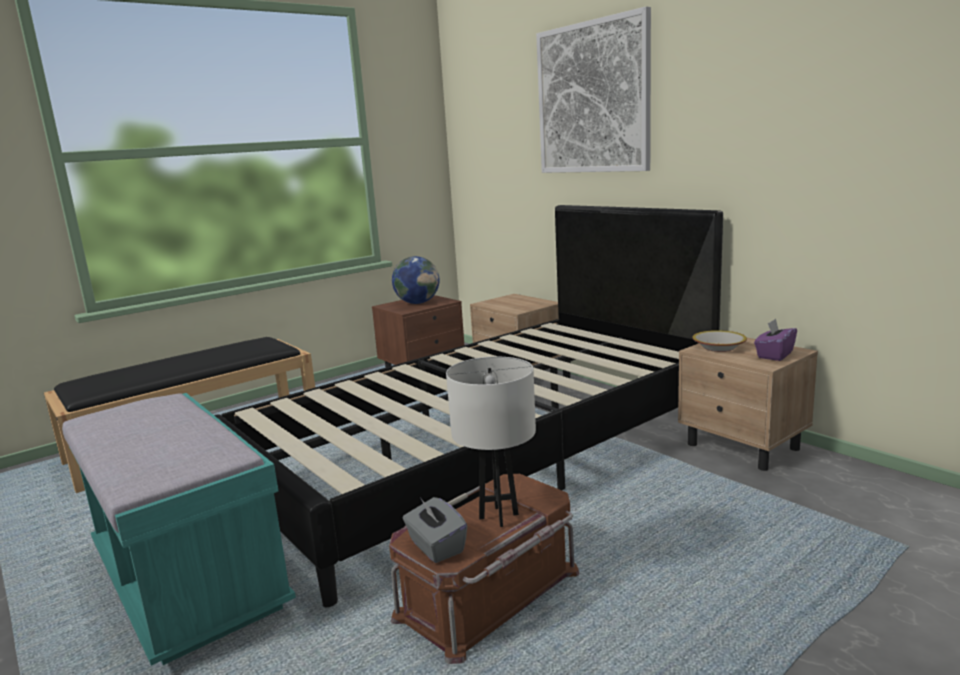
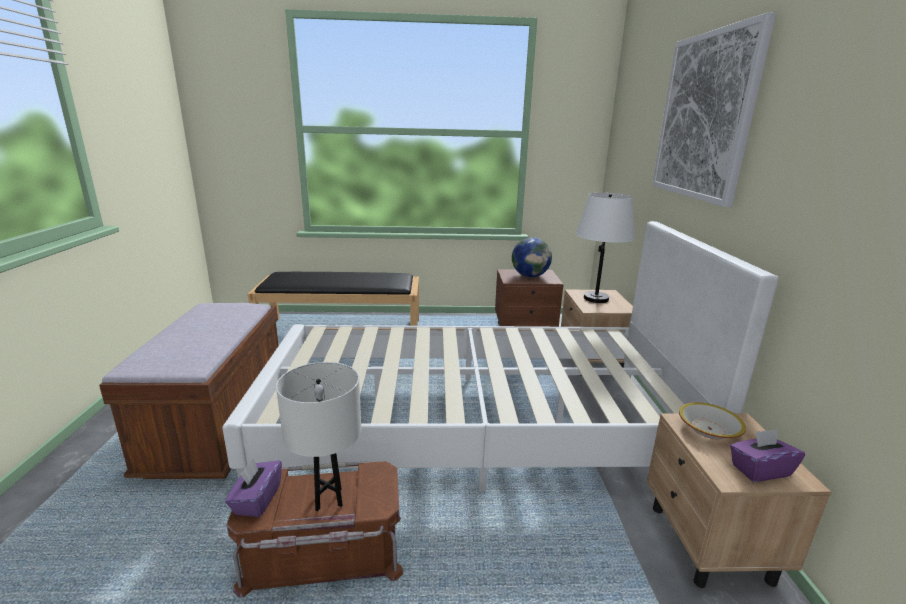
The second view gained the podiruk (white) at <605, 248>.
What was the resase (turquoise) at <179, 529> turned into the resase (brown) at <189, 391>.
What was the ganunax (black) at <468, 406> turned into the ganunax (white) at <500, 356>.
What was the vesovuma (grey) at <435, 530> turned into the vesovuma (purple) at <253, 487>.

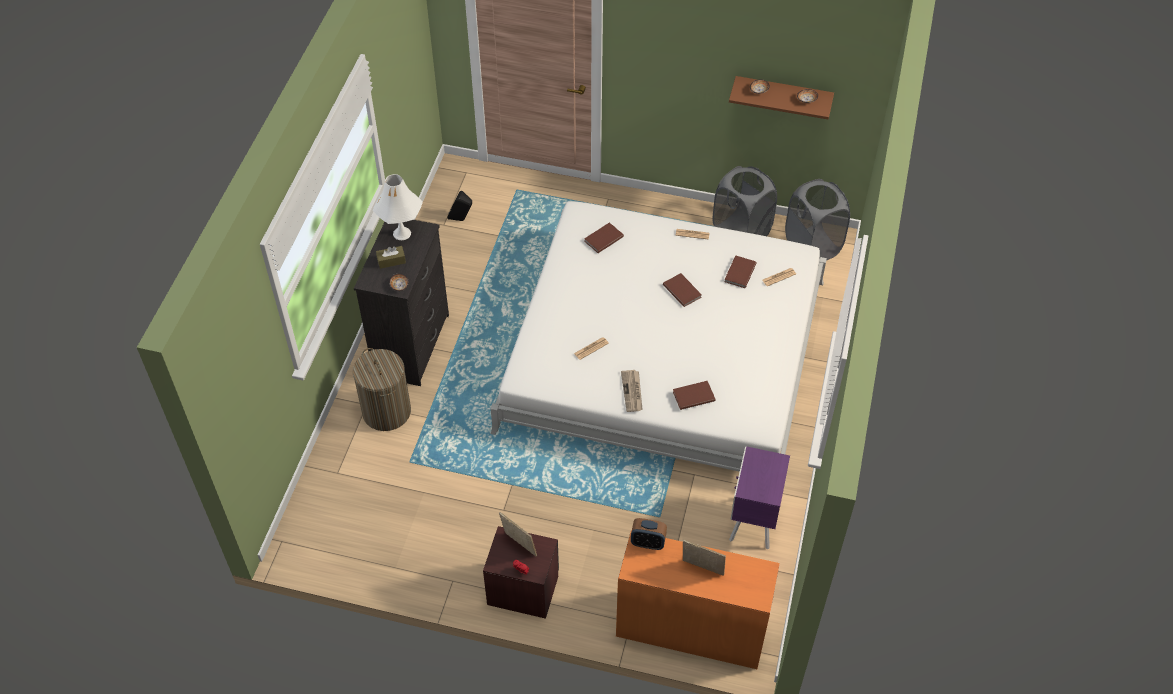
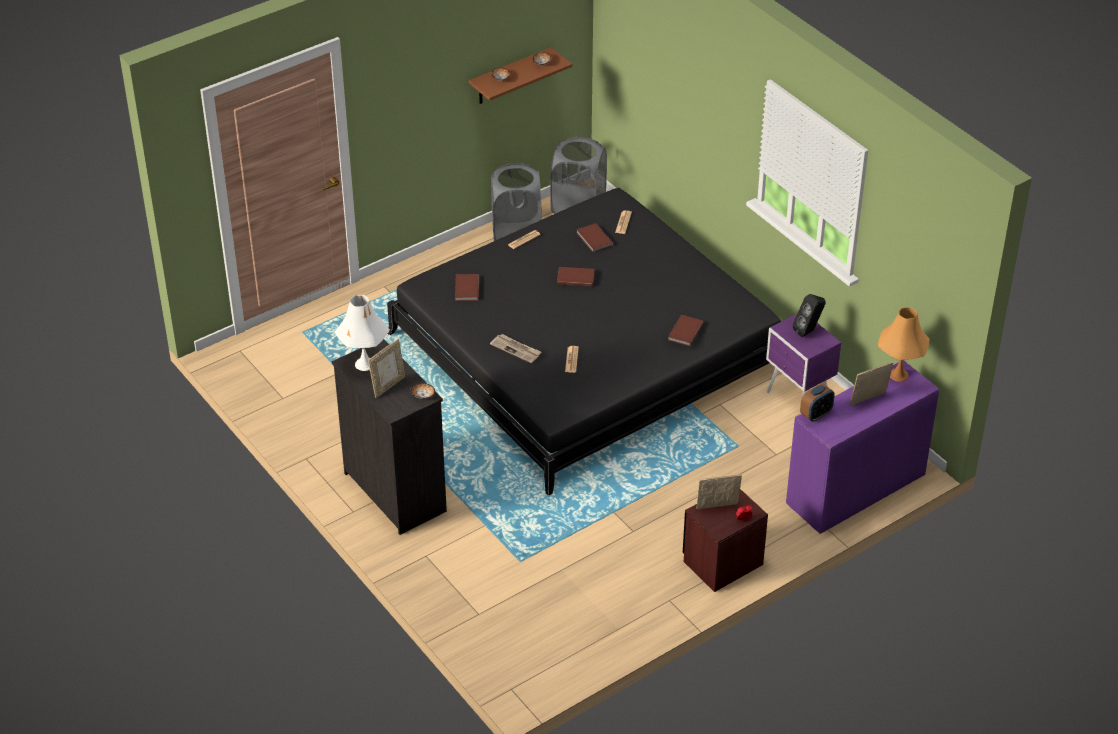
The second view lost the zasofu at <382, 389>.
The second view gained the podiruk (orange) at <904, 344>.
The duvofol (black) ended up elsewhere, having gone from <459, 206> to <809, 315>.
The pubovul ended up elsewhere, having gone from <632, 391> to <515, 348>.
Where the vesovuma (brown) stood at <391, 257>, the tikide came to stand at <386, 368>.
What was the ganunax (white) at <658, 336> turned into the ganunax (black) at <584, 342>.
What was the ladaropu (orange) at <698, 599> turned into the ladaropu (purple) at <862, 447>.

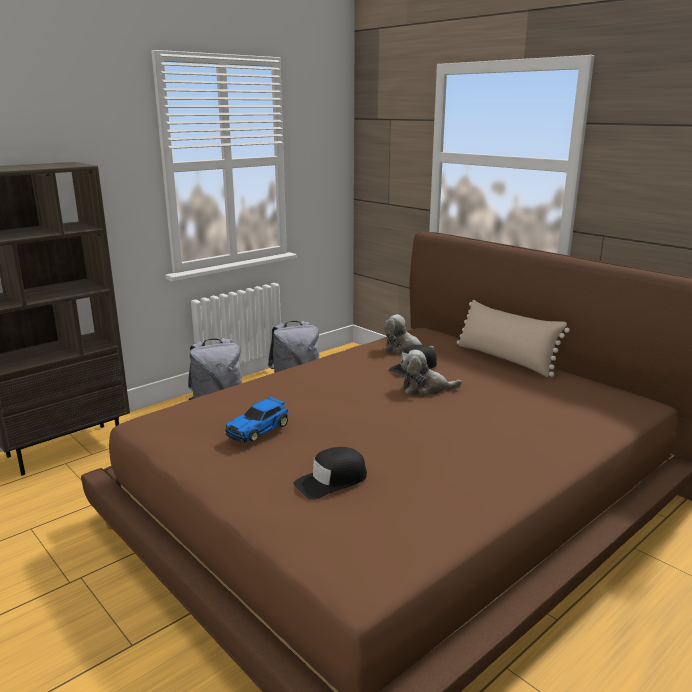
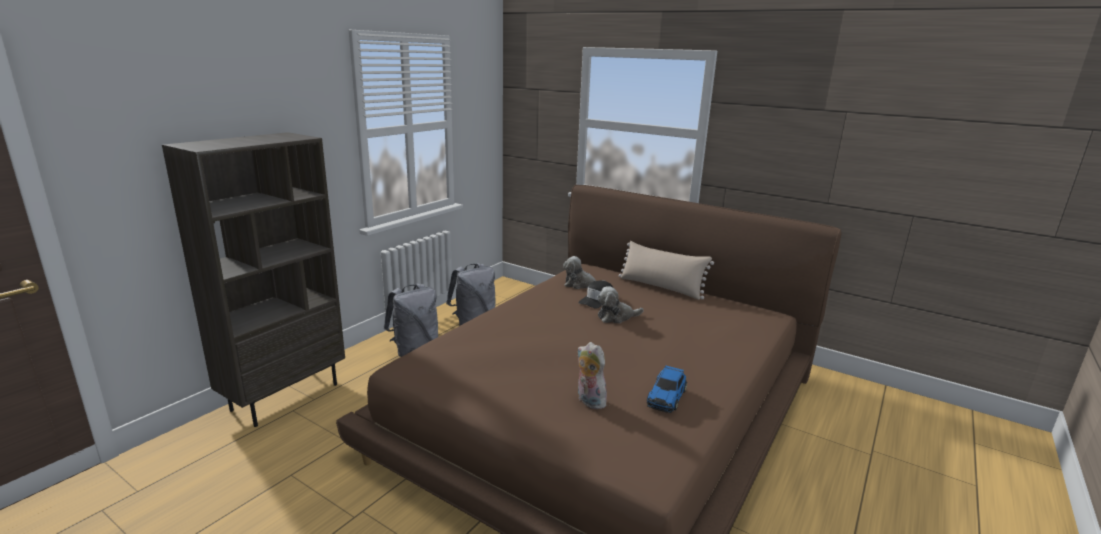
The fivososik ended up elsewhere, having gone from <257, 419> to <667, 389>.
Where the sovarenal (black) stood at <330, 473>, the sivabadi came to stand at <592, 375>.

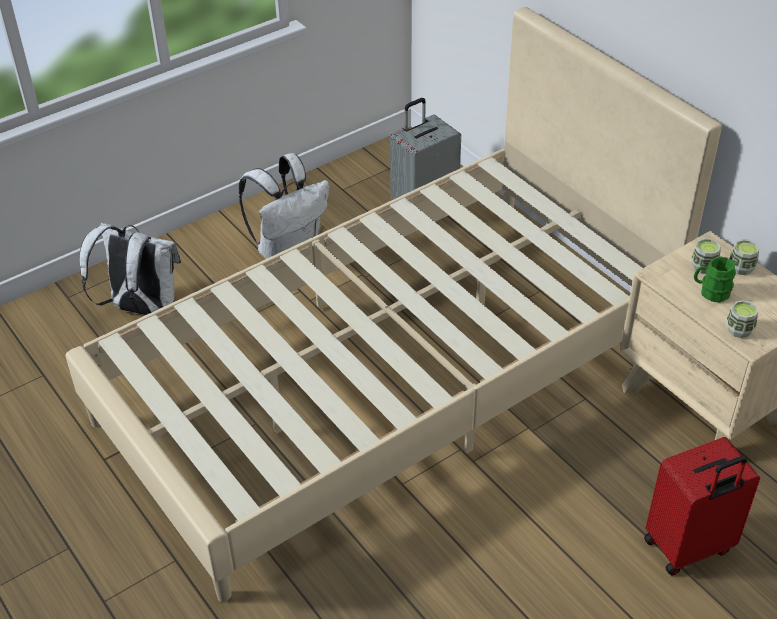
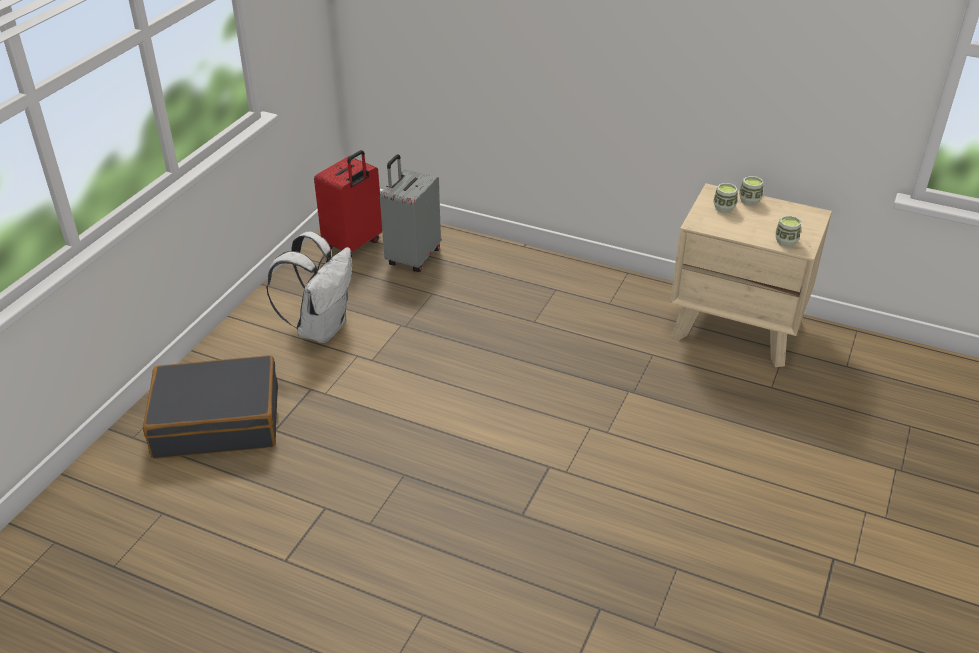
The second view lost the ganunax (beige) at <393, 304>.
The second view lost the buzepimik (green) at <715, 279>.
The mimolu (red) ended up elsewhere, having gone from <702, 506> to <348, 204>.
Where the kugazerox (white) stood at <130, 269>, the mimolu (black) came to stand at <210, 407>.

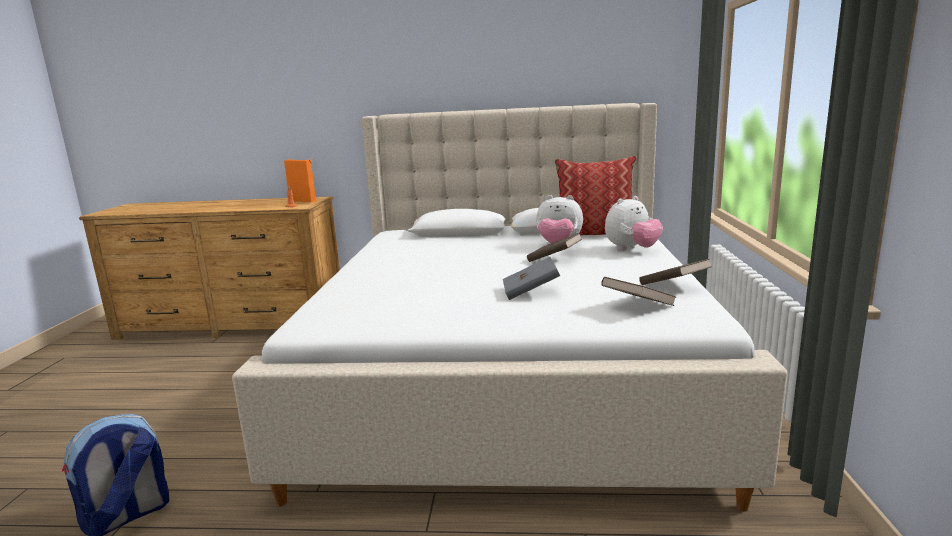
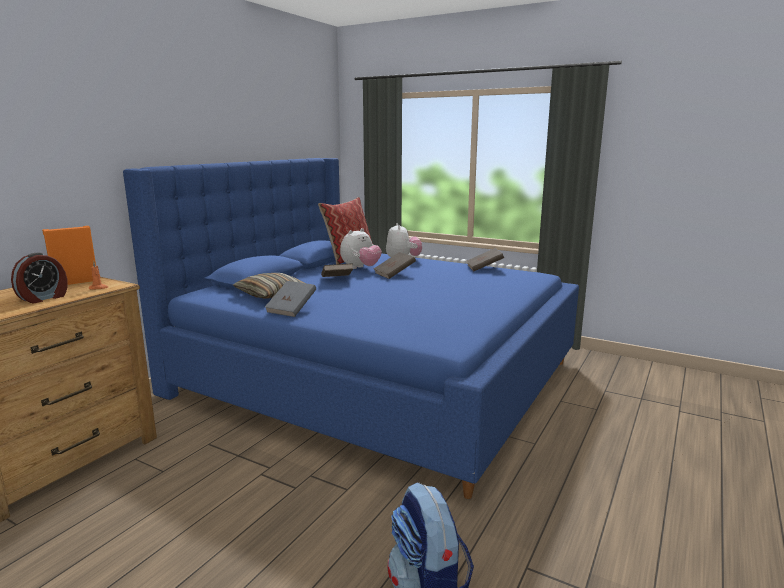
The second view gained the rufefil at <39, 278>.
The second view gained the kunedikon at <270, 285>.
The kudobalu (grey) ended up elsewhere, having gone from <531, 278> to <290, 299>.
The kudobalu (brown) ended up elsewhere, having gone from <638, 291> to <337, 270>.
What was the ganunax (beige) at <510, 307> turned into the ganunax (blue) at <351, 328>.

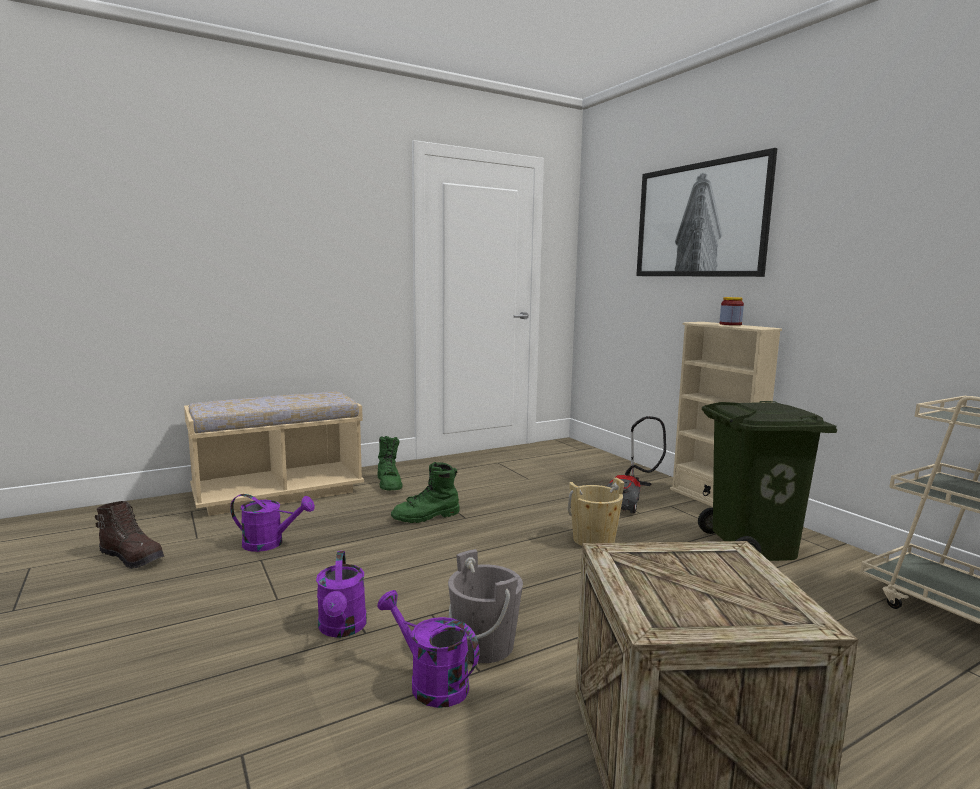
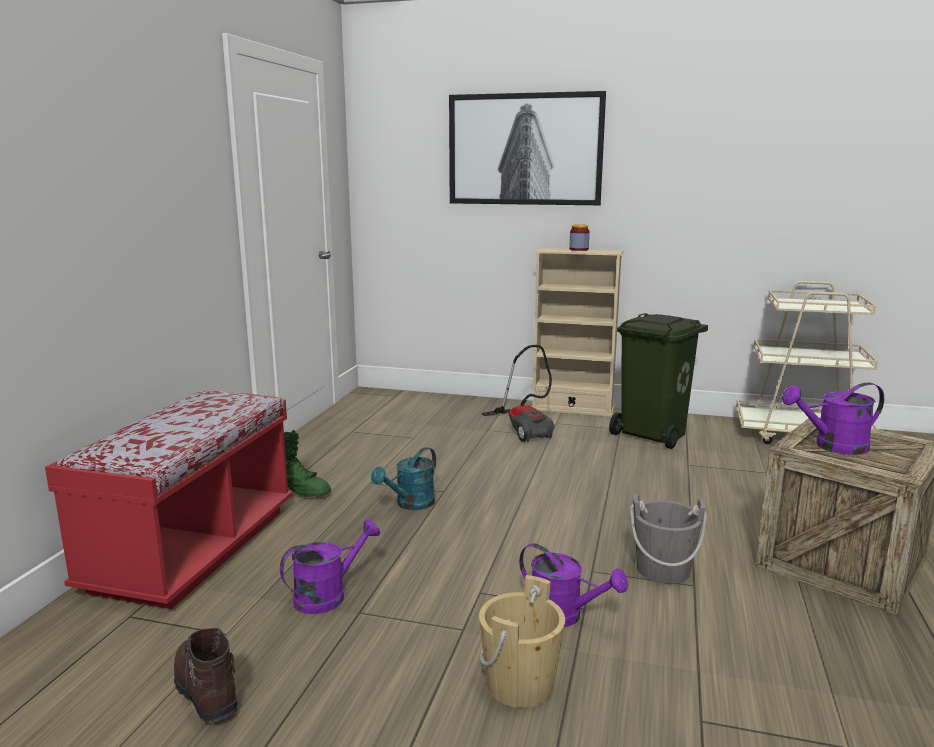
The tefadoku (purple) ended up elsewhere, having gone from <428, 649> to <833, 418>.
The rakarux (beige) ended up elsewhere, having gone from <596, 512> to <522, 641>.
Where the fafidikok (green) stood at <425, 492>, the tefadoku (turquoise) came to stand at <403, 478>.
What was the resase (beige) at <274, 453> turned into the resase (red) at <168, 499>.
The fafidikok (brown) at <130, 535> ended up facing another way, 105 degrees counterclockwise from before.

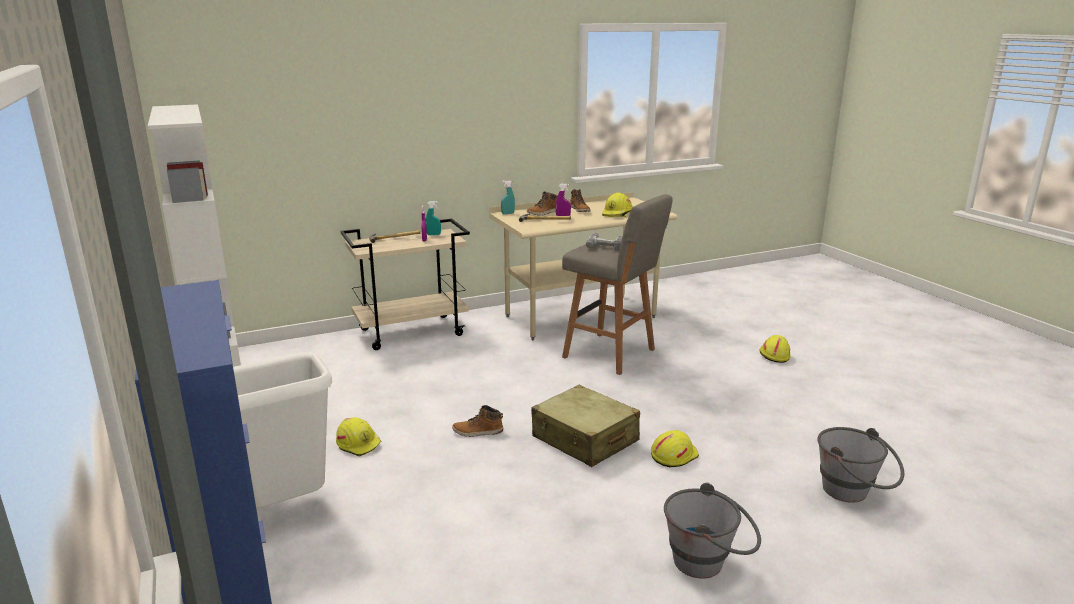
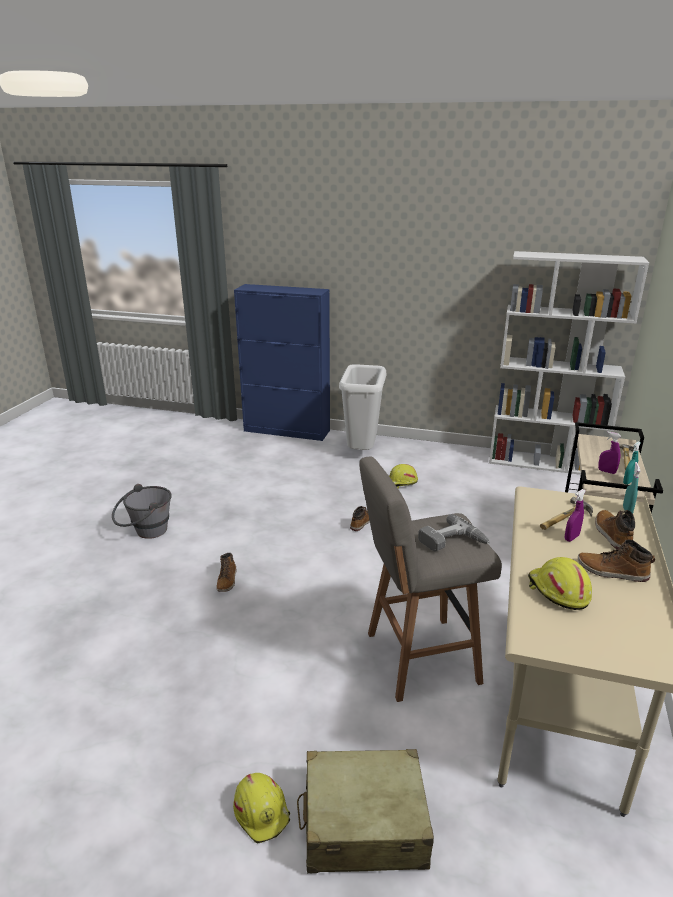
The second view lost the rakarux (grey) at <860, 465>.
The mimolu (beige) ended up elsewhere, having gone from <585, 426> to <365, 811>.
Where the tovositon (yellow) stood at <675, 449>, the fafidikok came to stand at <226, 572>.

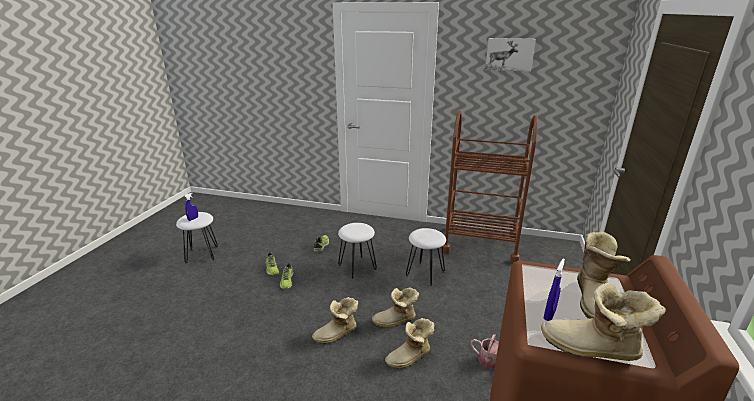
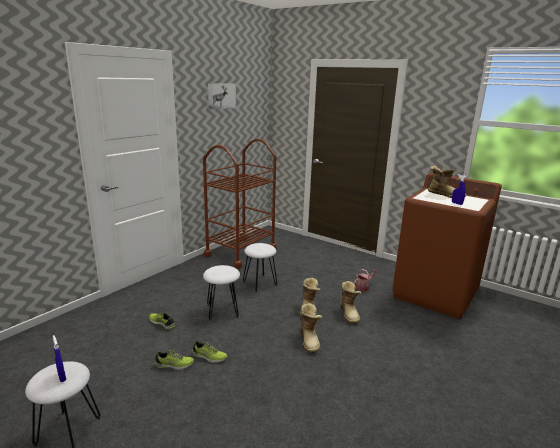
The second view lost the fafidikok at <603, 322>.

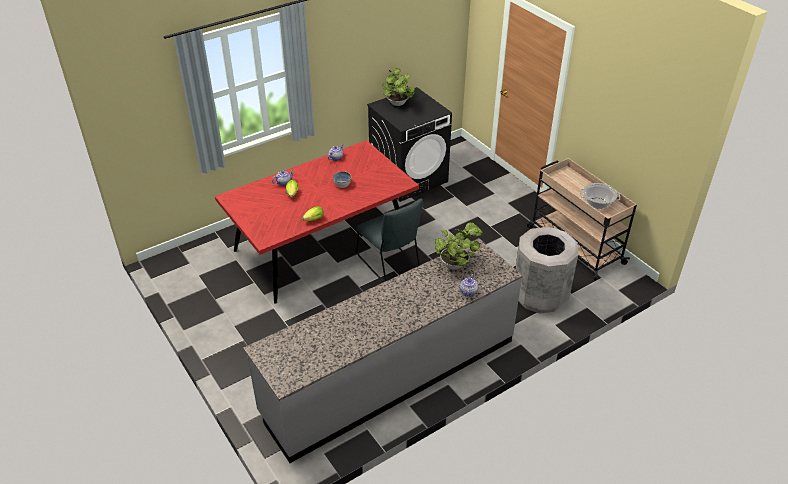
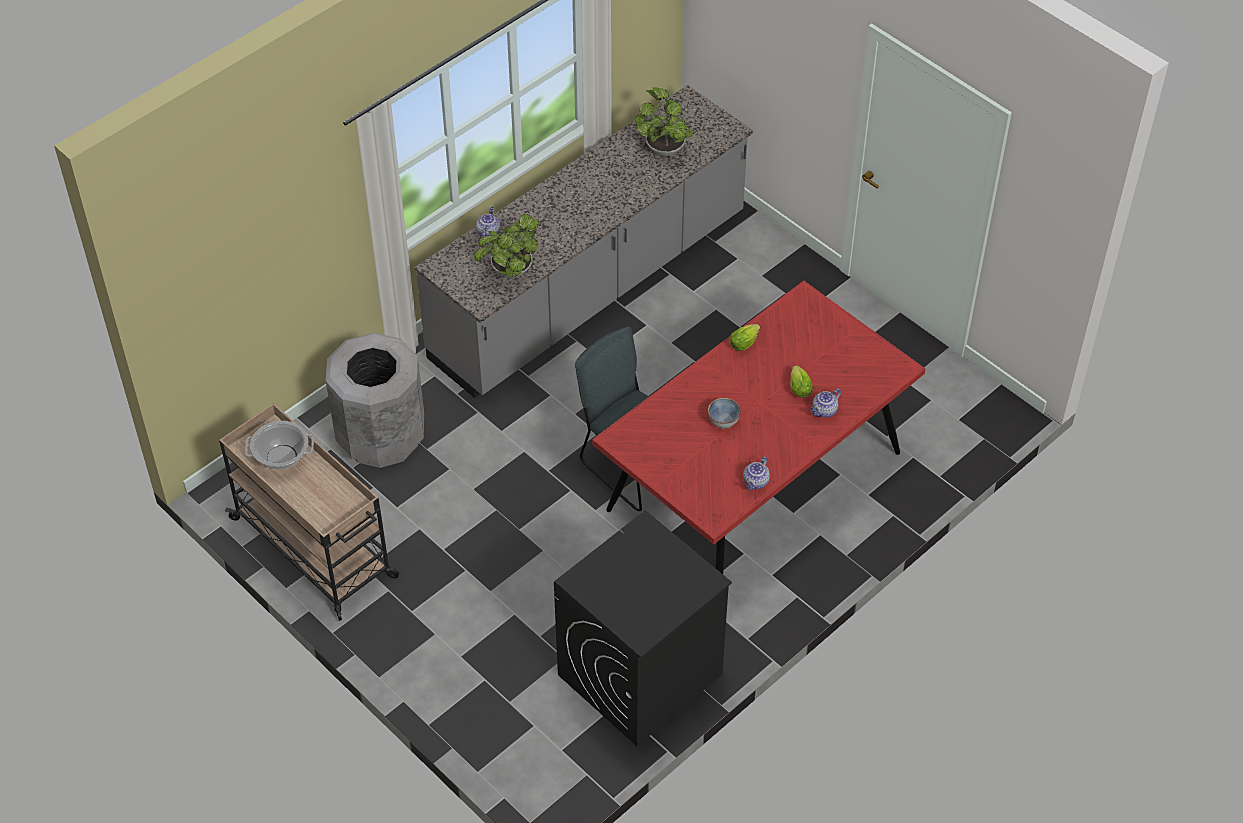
The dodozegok ended up elsewhere, having gone from <398, 87> to <664, 122>.

